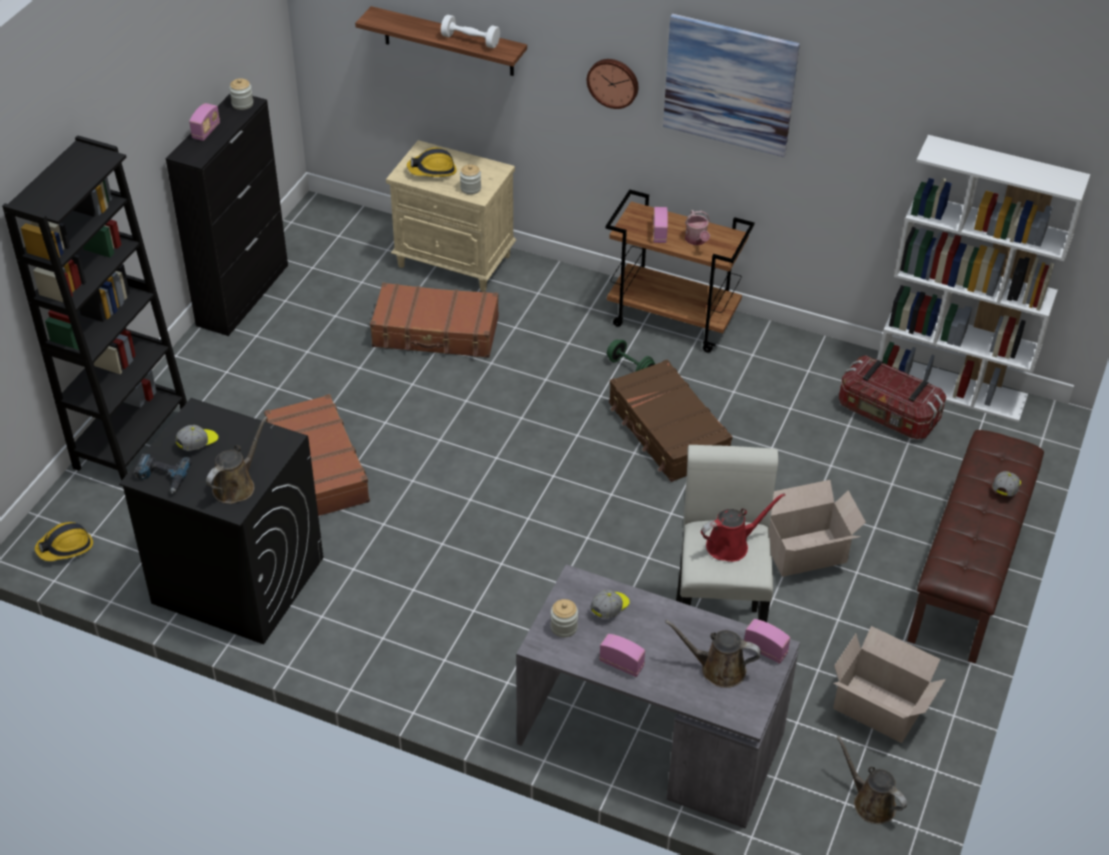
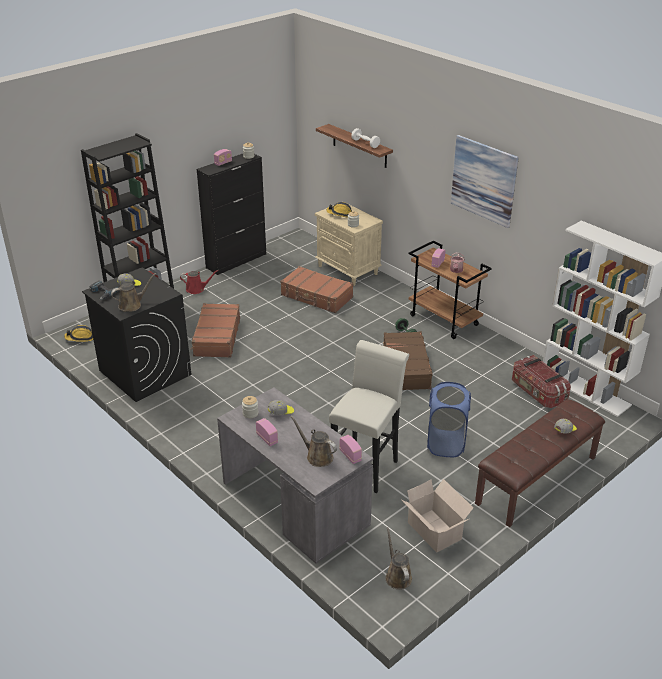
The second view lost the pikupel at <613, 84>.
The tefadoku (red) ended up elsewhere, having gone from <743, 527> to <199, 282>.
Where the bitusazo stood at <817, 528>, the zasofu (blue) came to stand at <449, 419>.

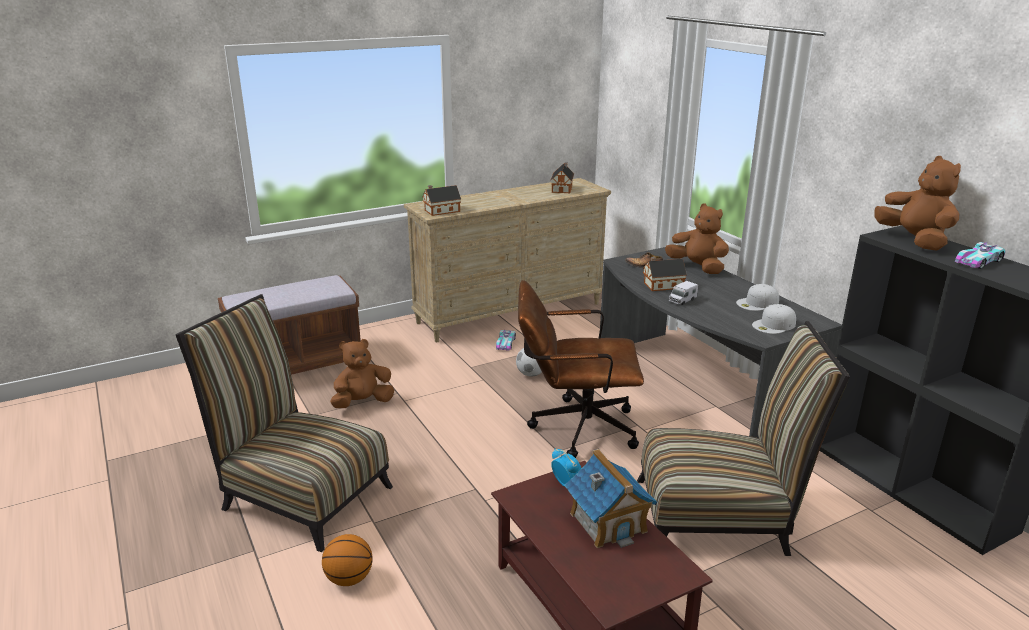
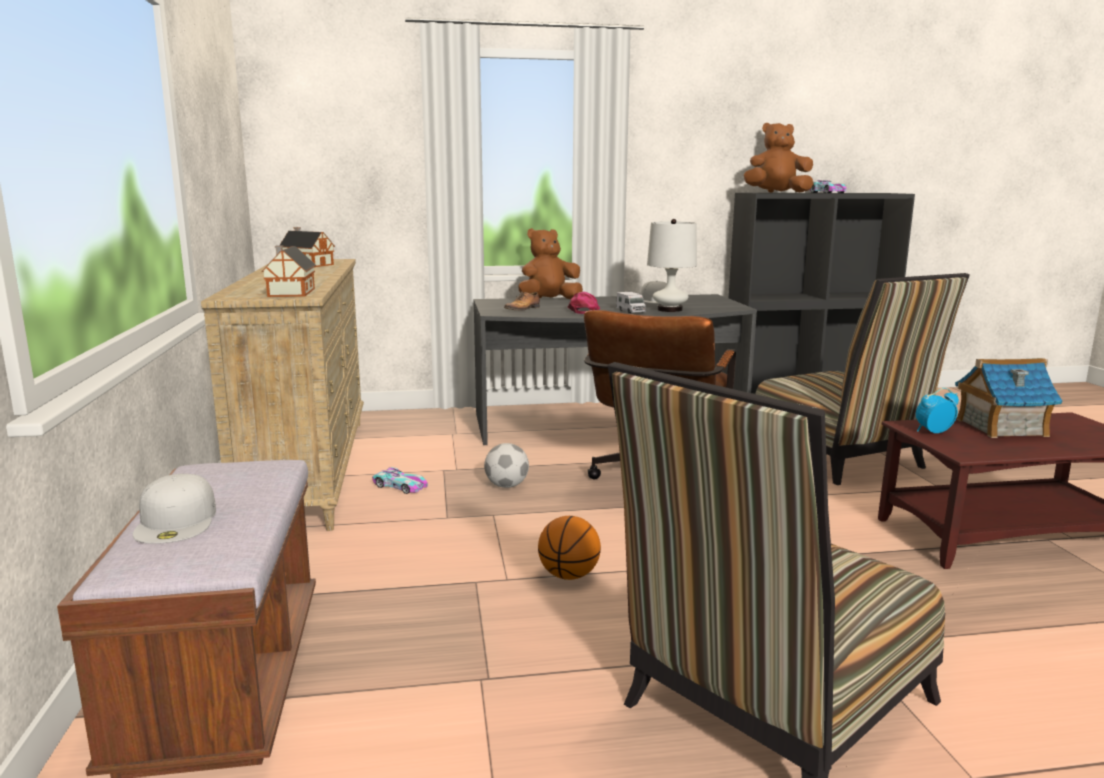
The second view lost the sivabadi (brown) at <362, 373>.
The second view gained the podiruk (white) at <672, 265>.
The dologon ended up elsewhere, having gone from <347, 560> to <569, 548>.
The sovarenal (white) ended up elsewhere, having gone from <774, 319> to <174, 509>.
Where the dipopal stood at <665, 274>, the sovarenal (pink) came to stand at <584, 303>.
The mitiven at <743, 438> ended up facing another way, 135 degrees clockwise from before.

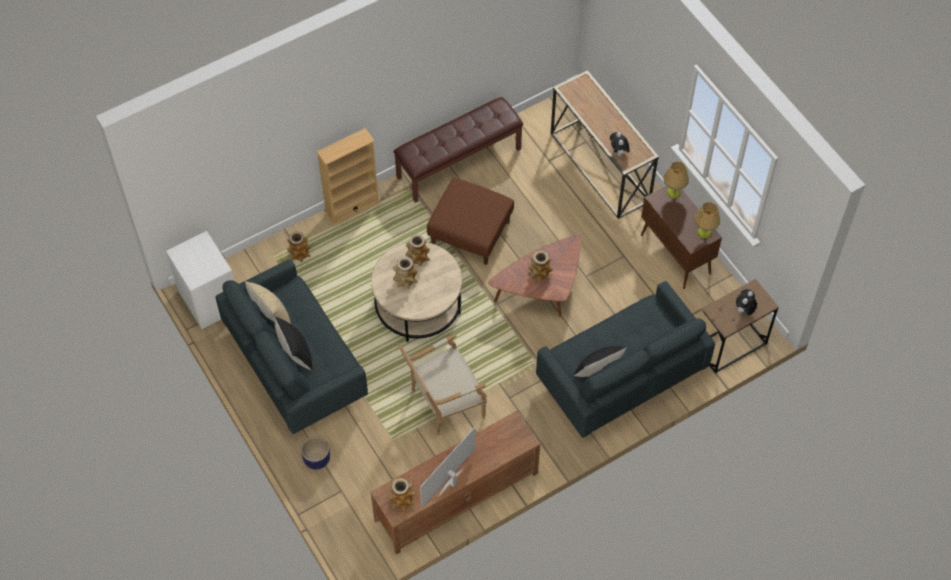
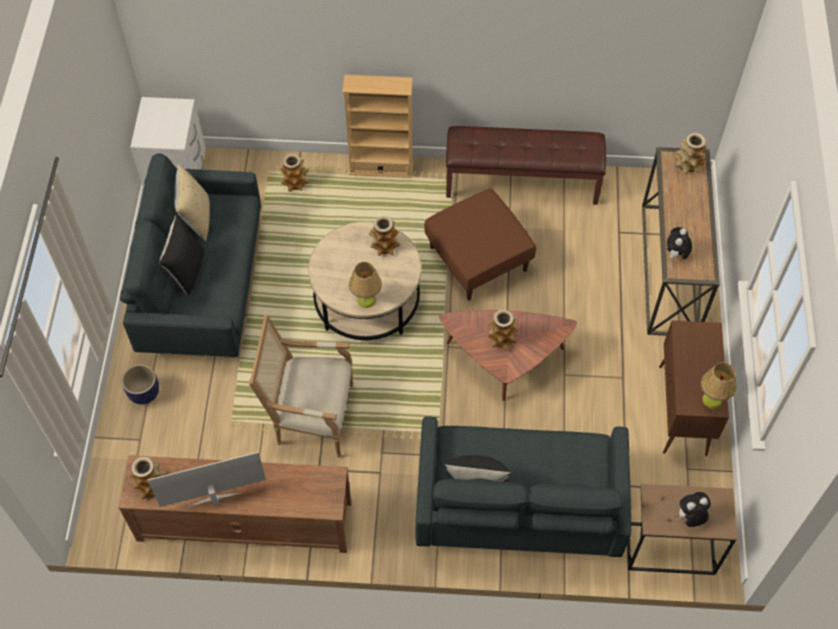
The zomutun ended up elsewhere, having gone from <405, 273> to <691, 153>.
The podiruk ended up elsewhere, having gone from <676, 179> to <365, 285>.

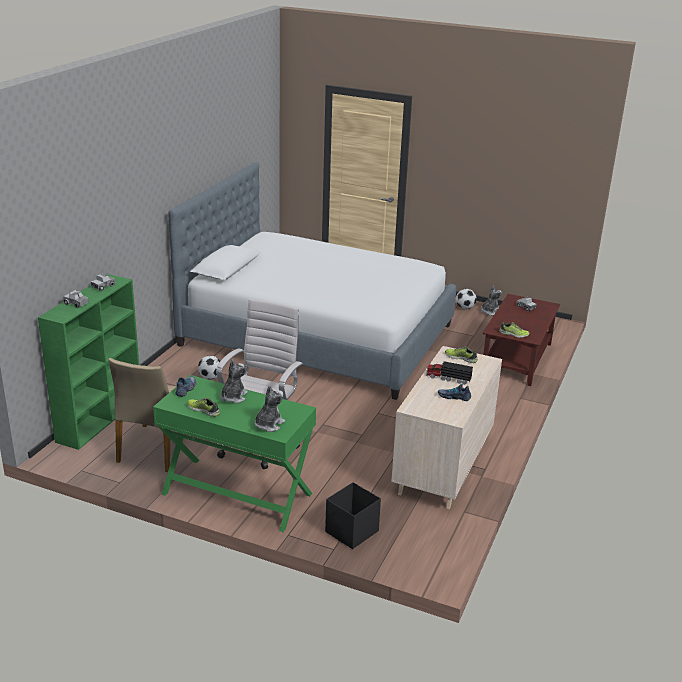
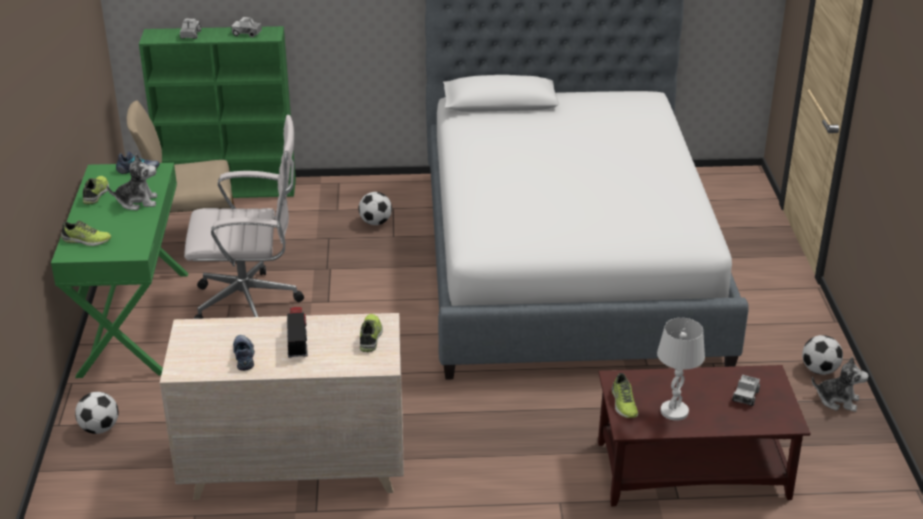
The second view gained the podiruk (white) at <681, 369>.
Where the sivabadi stood at <270, 409>, the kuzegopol came to stand at <86, 233>.
Where the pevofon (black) stood at <353, 515>, the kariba came to stand at <96, 413>.

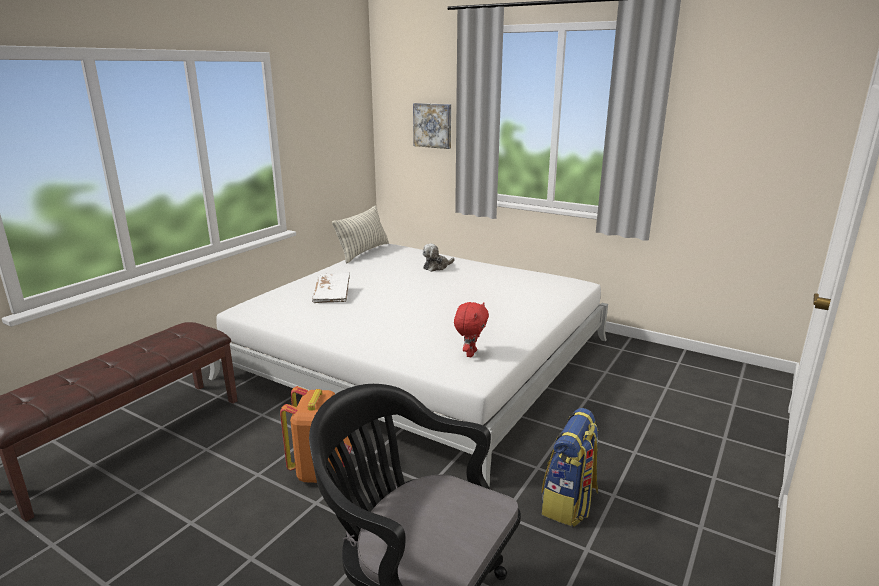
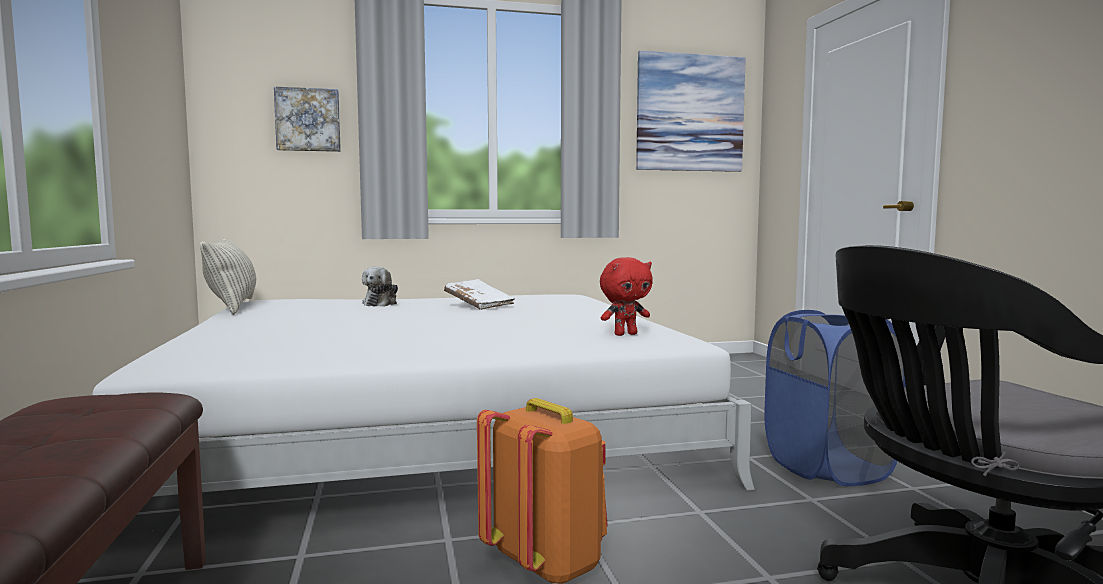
The second view gained the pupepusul at <691, 111>.
The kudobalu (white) ended up elsewhere, having gone from <331, 287> to <479, 294>.
Where the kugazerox stood at <569, 467>, the zasofu (blue) came to stand at <835, 398>.
The sivabadi (red) at <471, 329> ended up facing another way, 90 degrees clockwise from before.

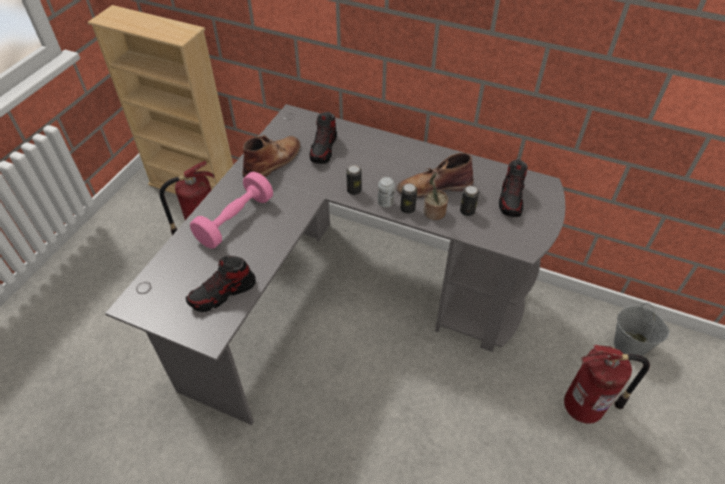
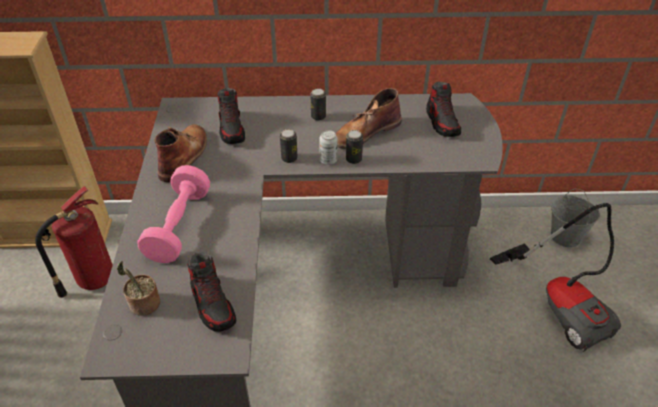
The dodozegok ended up elsewhere, having gone from <435, 196> to <138, 288>.
The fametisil ended up elsewhere, having gone from <469, 201> to <318, 104>.
Where the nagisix stood at <607, 384>, the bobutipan came to stand at <555, 277>.
The kuzegopol at <221, 284> ended up facing another way, 60 degrees counterclockwise from before.

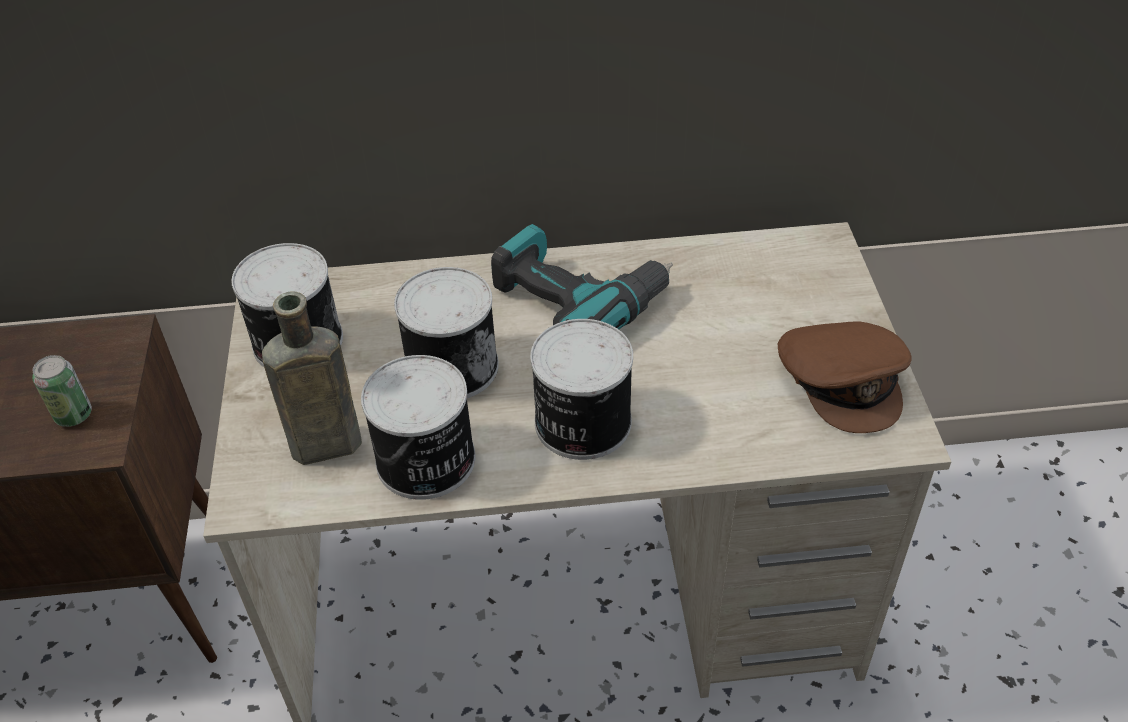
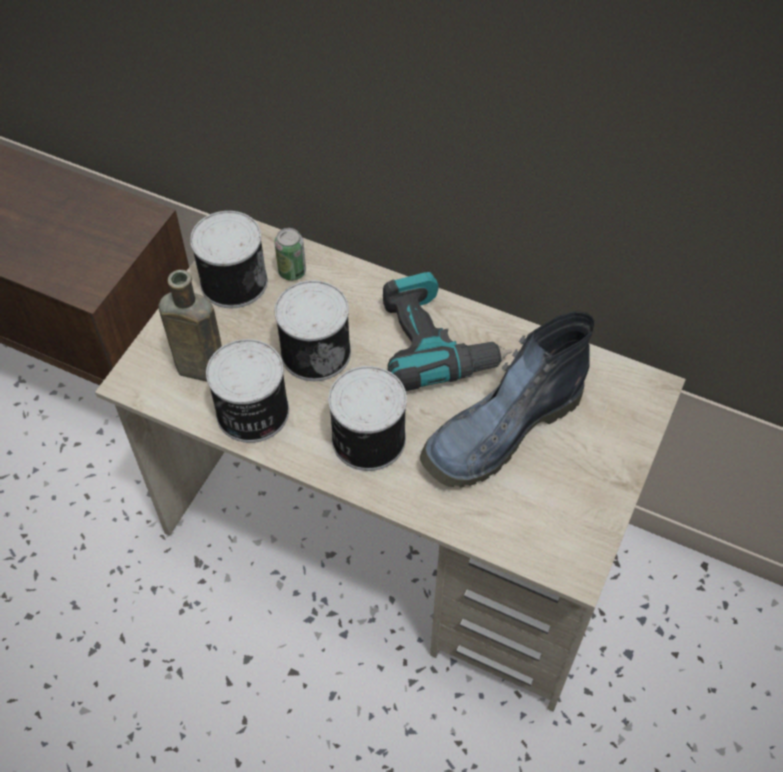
The second view lost the sovarenal (brown) at <844, 377>.
The second view gained the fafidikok at <507, 399>.
The fametisil ended up elsewhere, having gone from <62, 391> to <290, 254>.

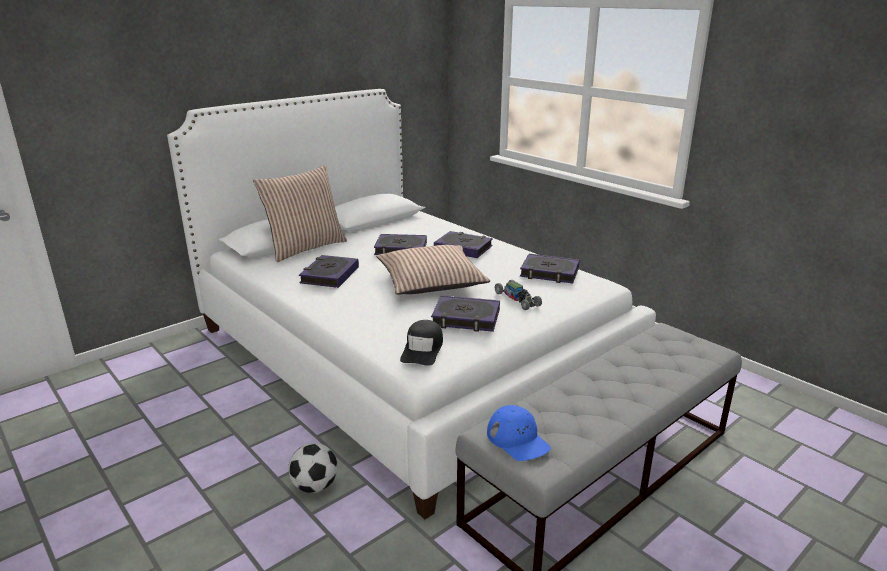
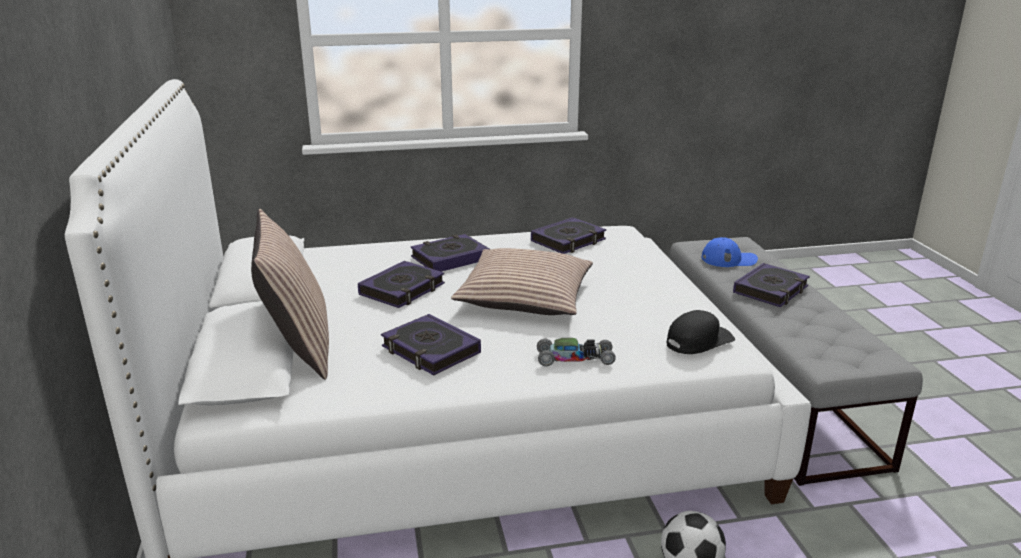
The kudobalu ended up elsewhere, having gone from <465, 313> to <771, 285>.
The sovarenal (blue) ended up elsewhere, having gone from <519, 433> to <730, 252>.
The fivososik ended up elsewhere, having gone from <518, 295> to <576, 352>.
The sovarenal (black) at <421, 343> ended up facing another way, 75 degrees counterclockwise from before.

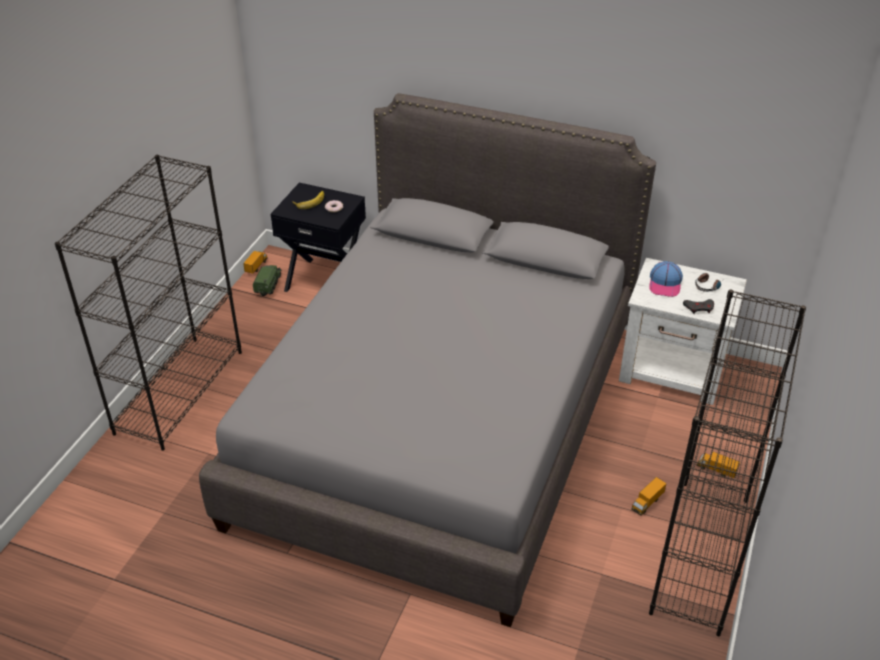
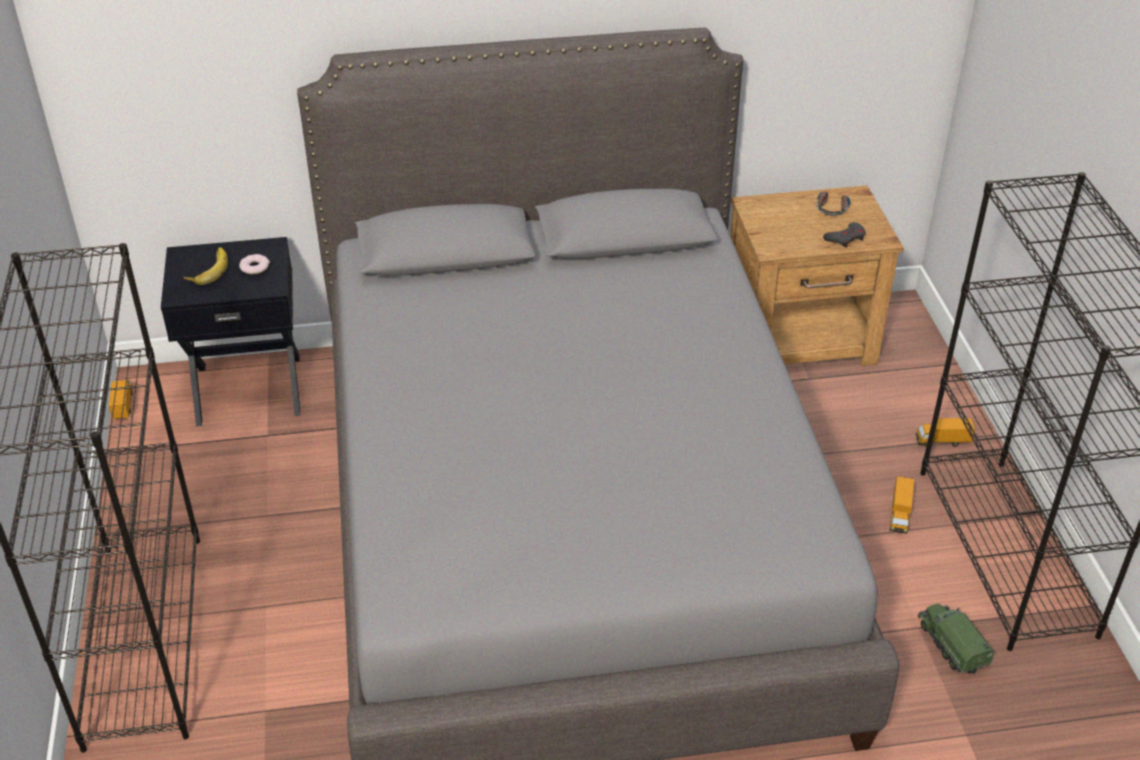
The second view lost the sovarenal at <666, 279>.
The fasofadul ended up elsewhere, having gone from <267, 281> to <956, 639>.
What was the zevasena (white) at <683, 331> turned into the zevasena (brown) at <817, 275>.

